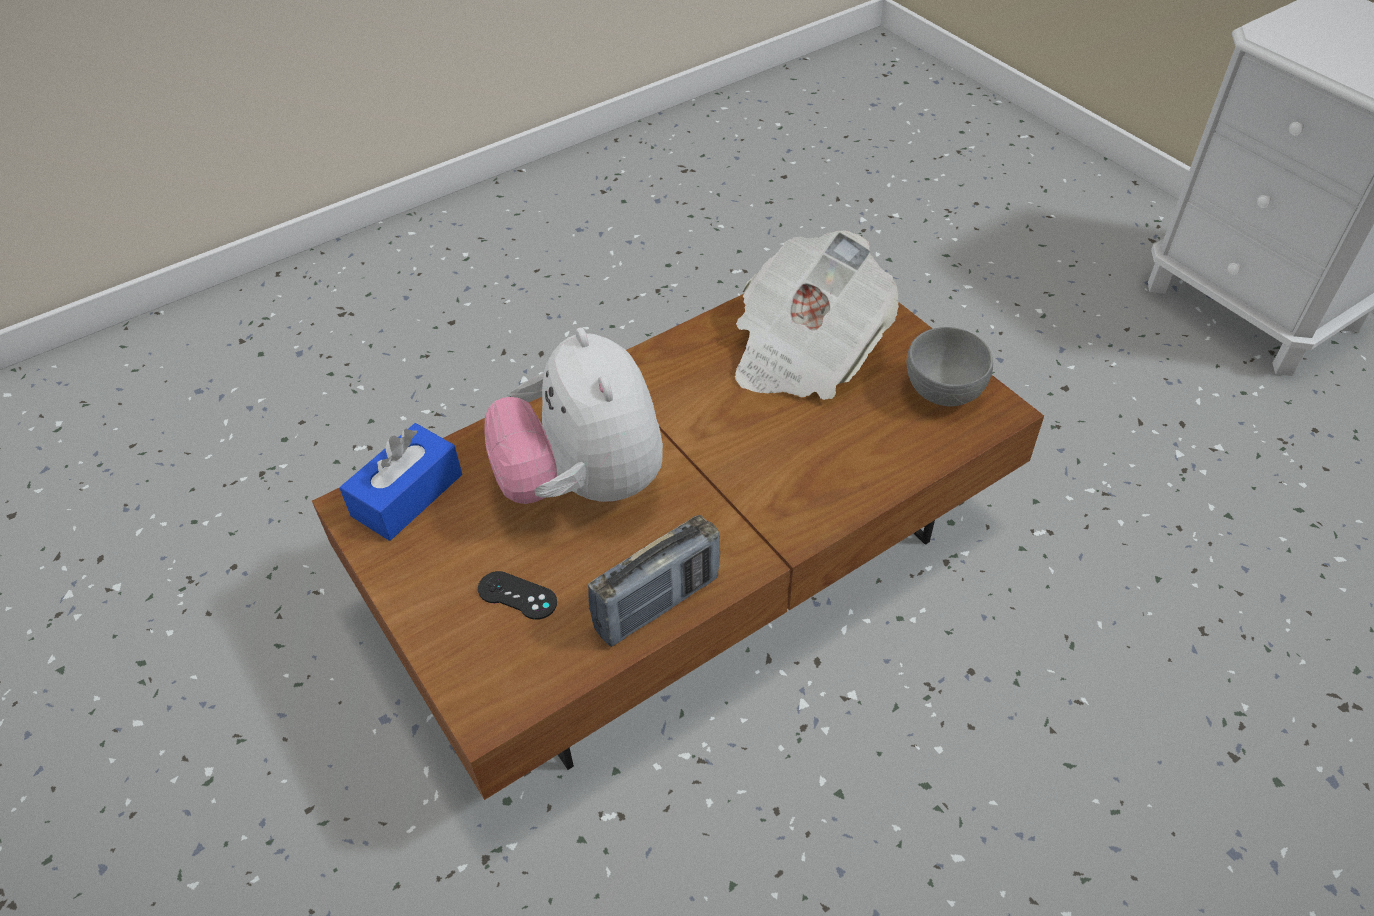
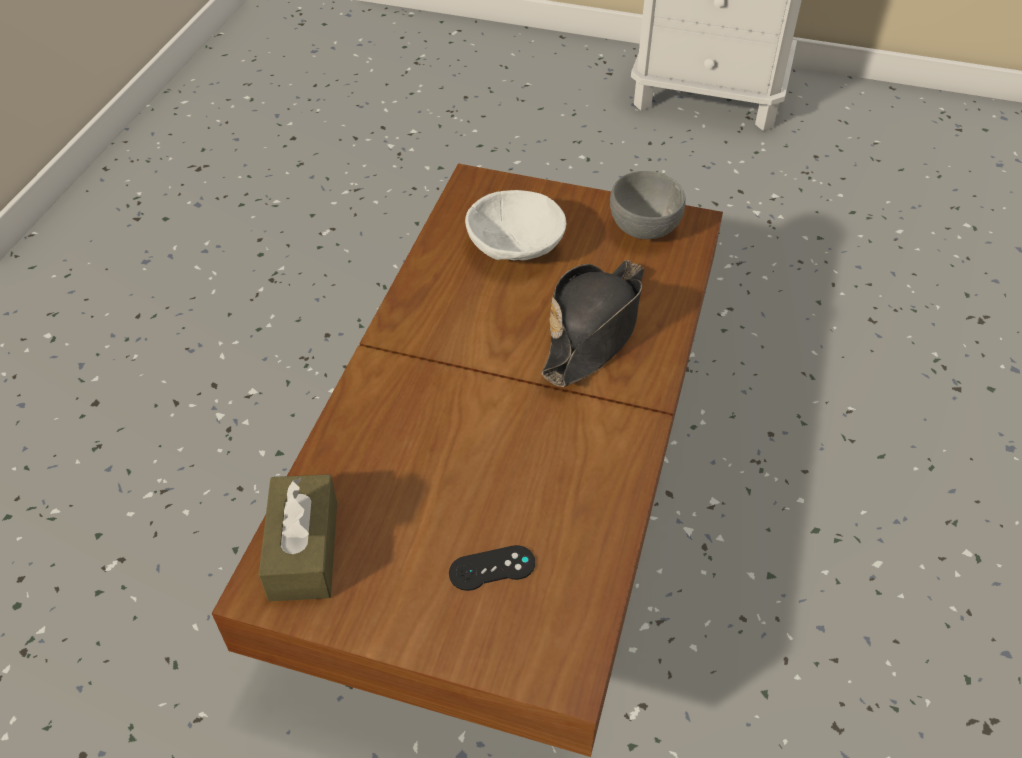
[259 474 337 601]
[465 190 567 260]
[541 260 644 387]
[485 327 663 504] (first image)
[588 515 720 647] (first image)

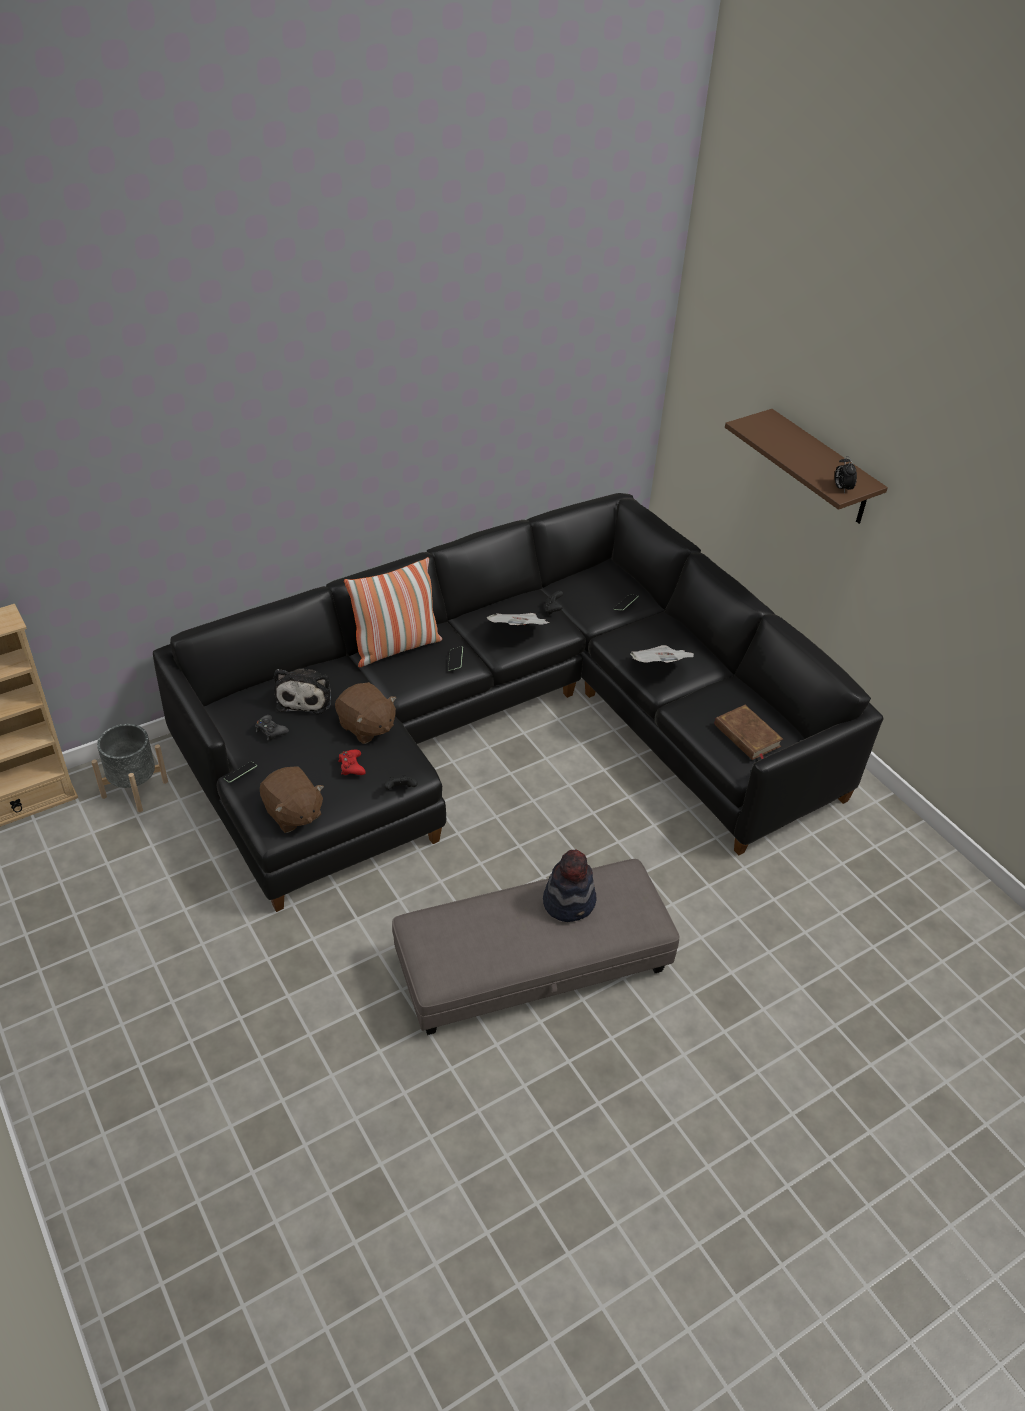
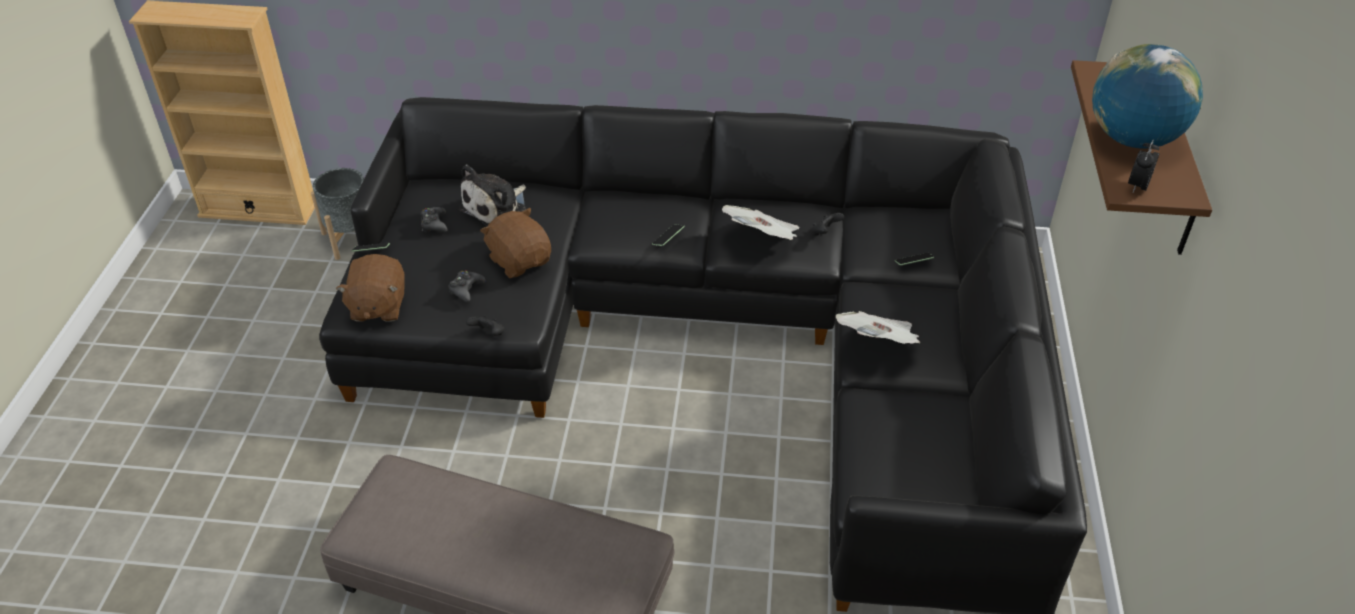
[448 270 486 302]
[480 208 551 278]
[1092 44 1203 149]
[344 557 442 667] (first image)
[543 850 597 922] (first image)
[714 705 783 760] (first image)

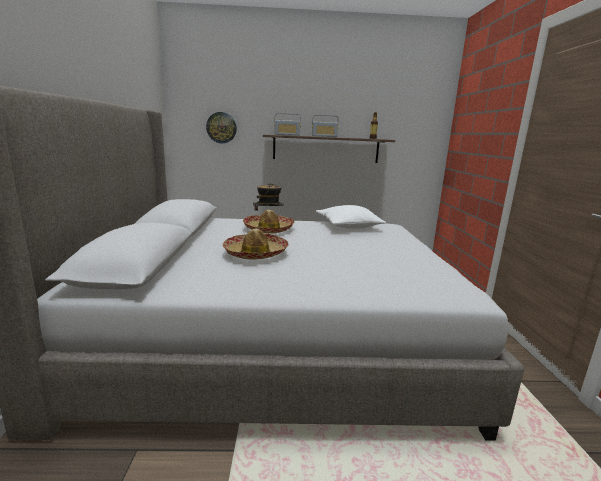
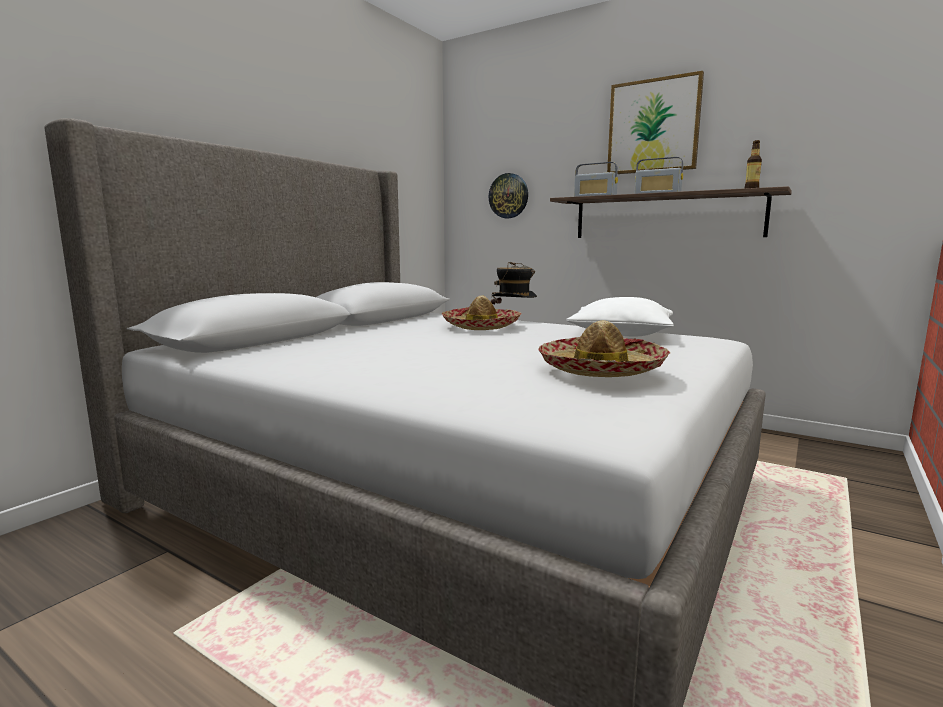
[538 320 671 377]
[607 71 704 174]

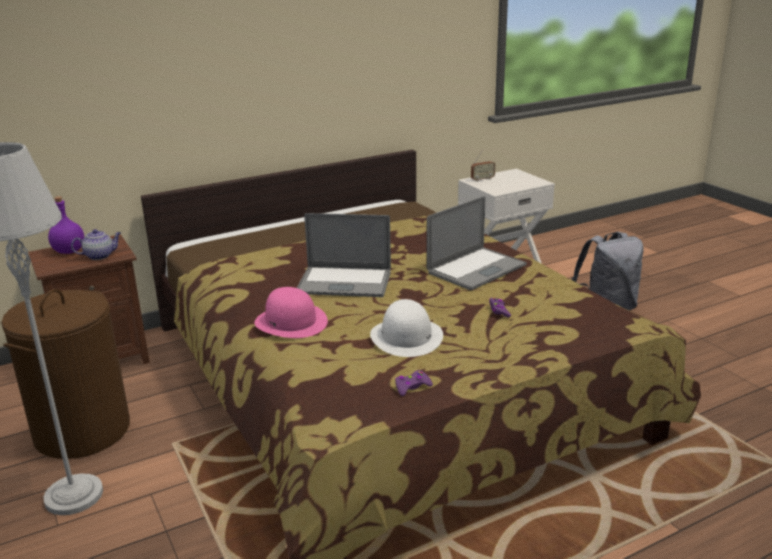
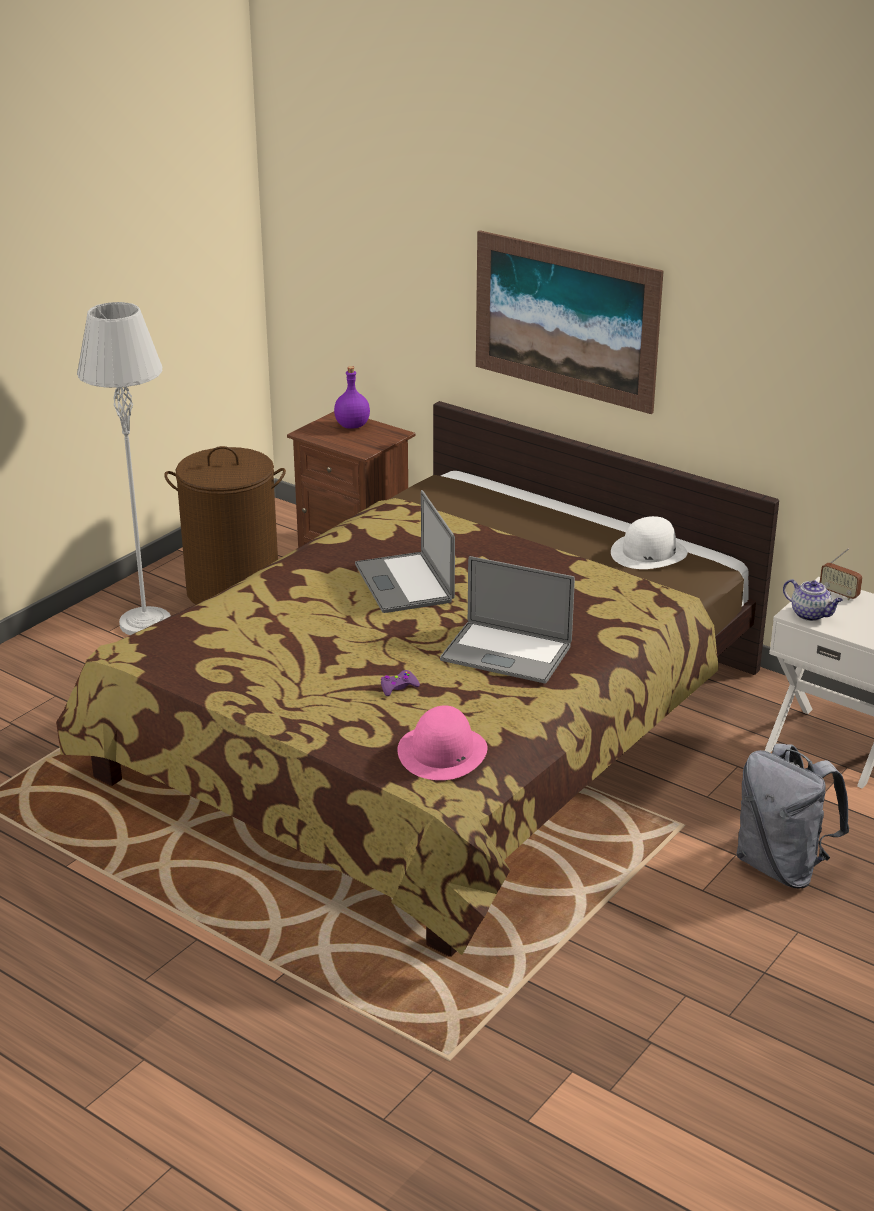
[398 705 488 780]
[476 230 664 414]
[611 516 687 569]
[783 579 843 621]
[395 370 433 396] (first image)

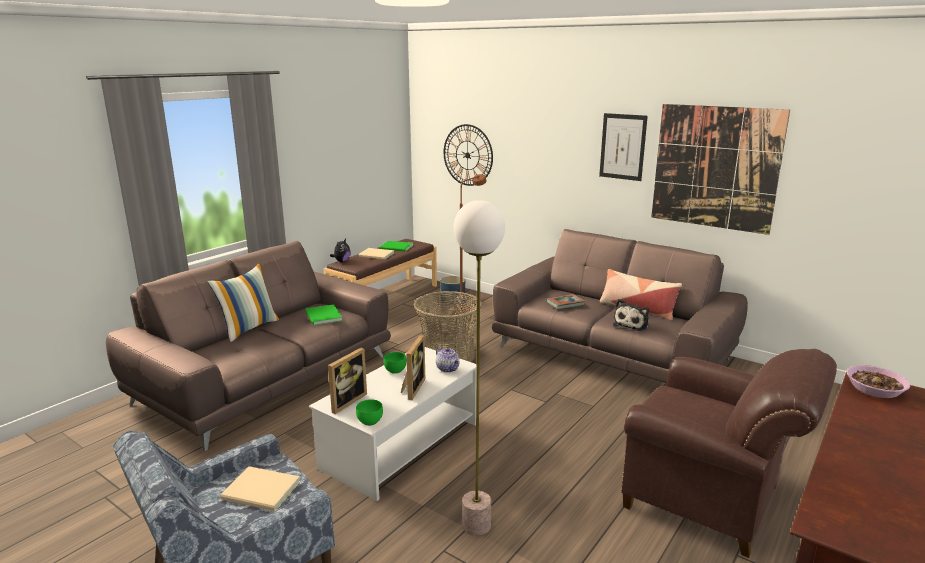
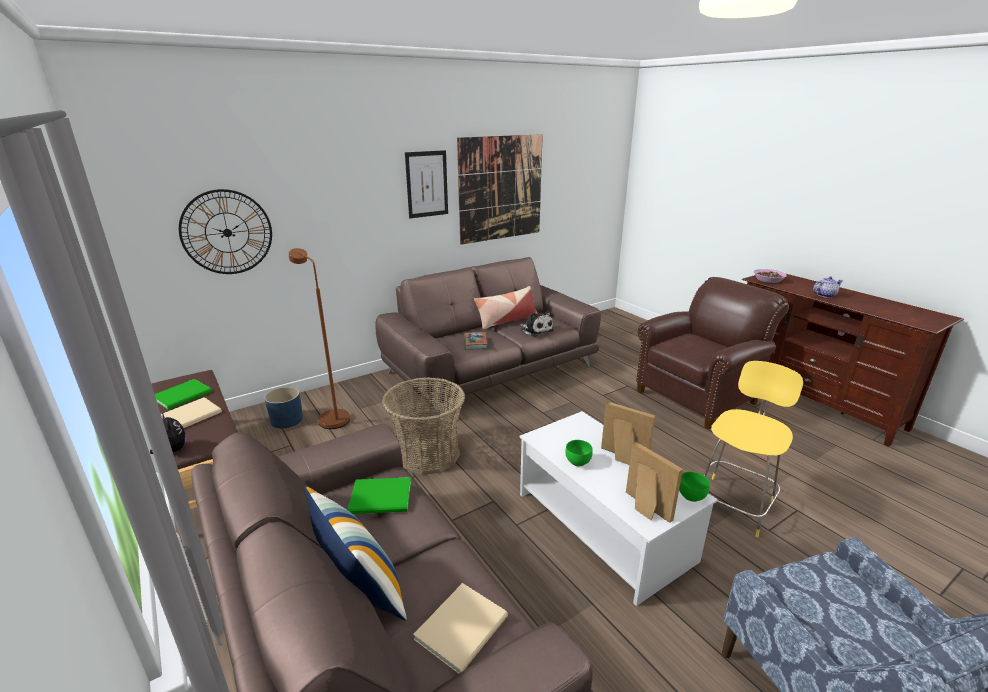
[413 583 508 674]
[704 361 803 537]
[813 276 843 298]

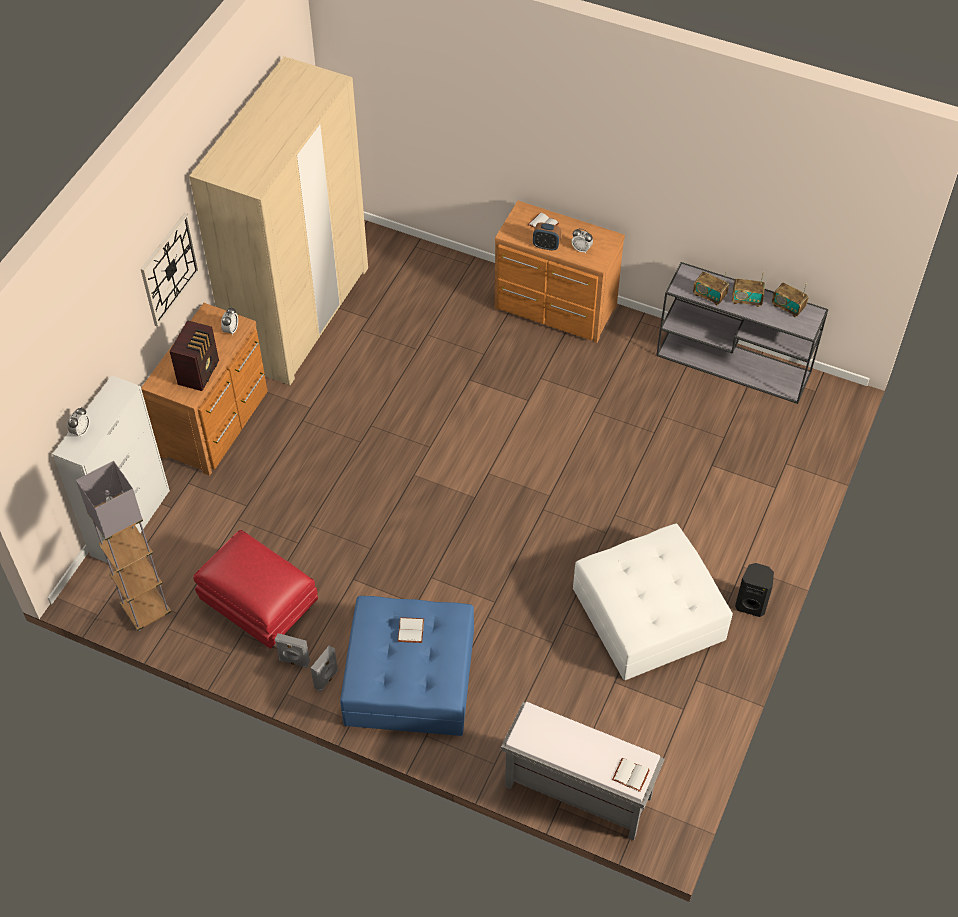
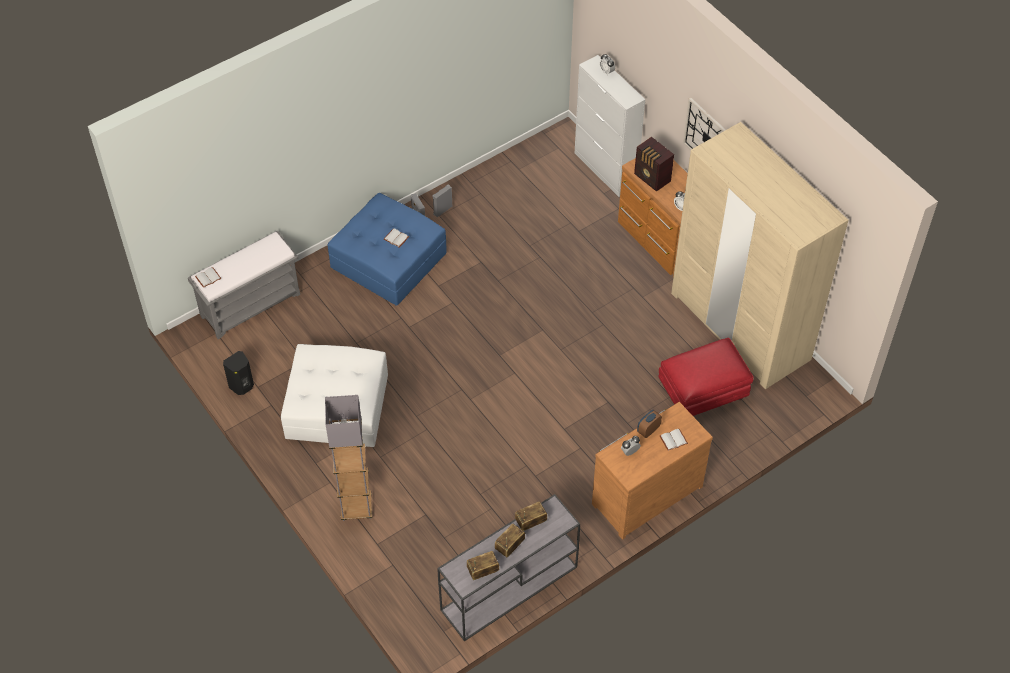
[223 351 254 395]
[325 395 372 521]
[659 338 754 416]

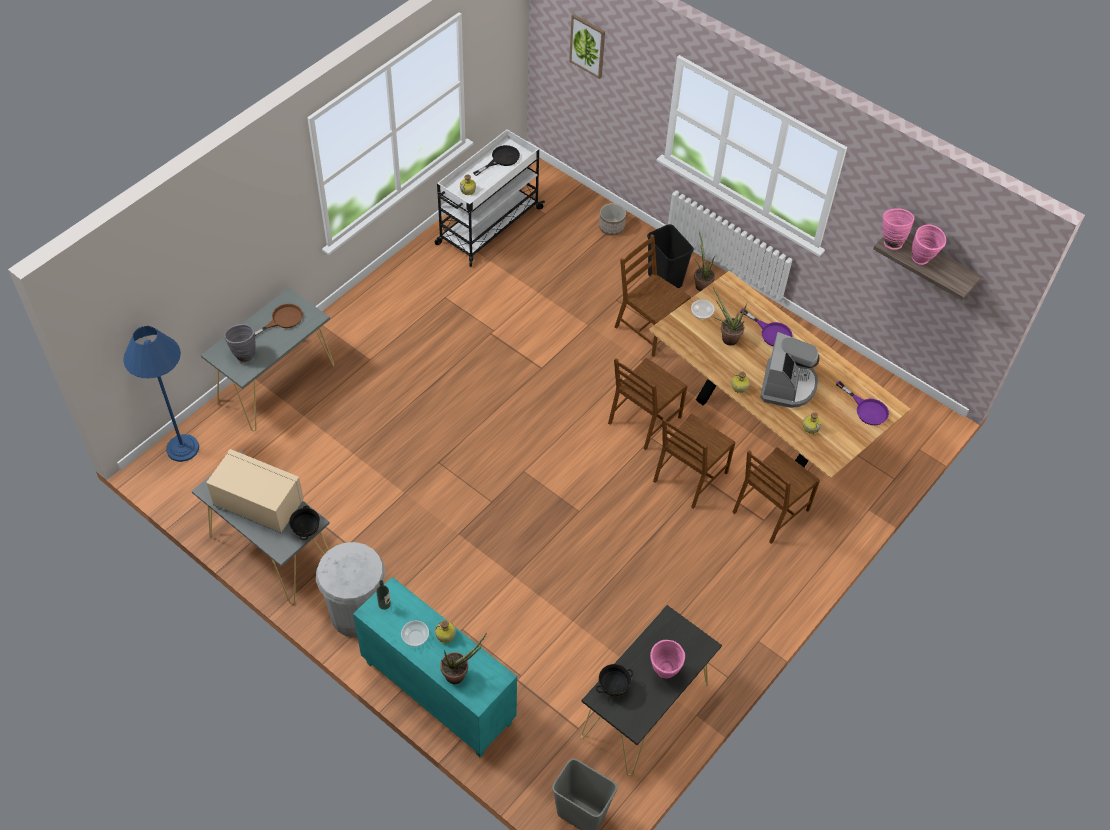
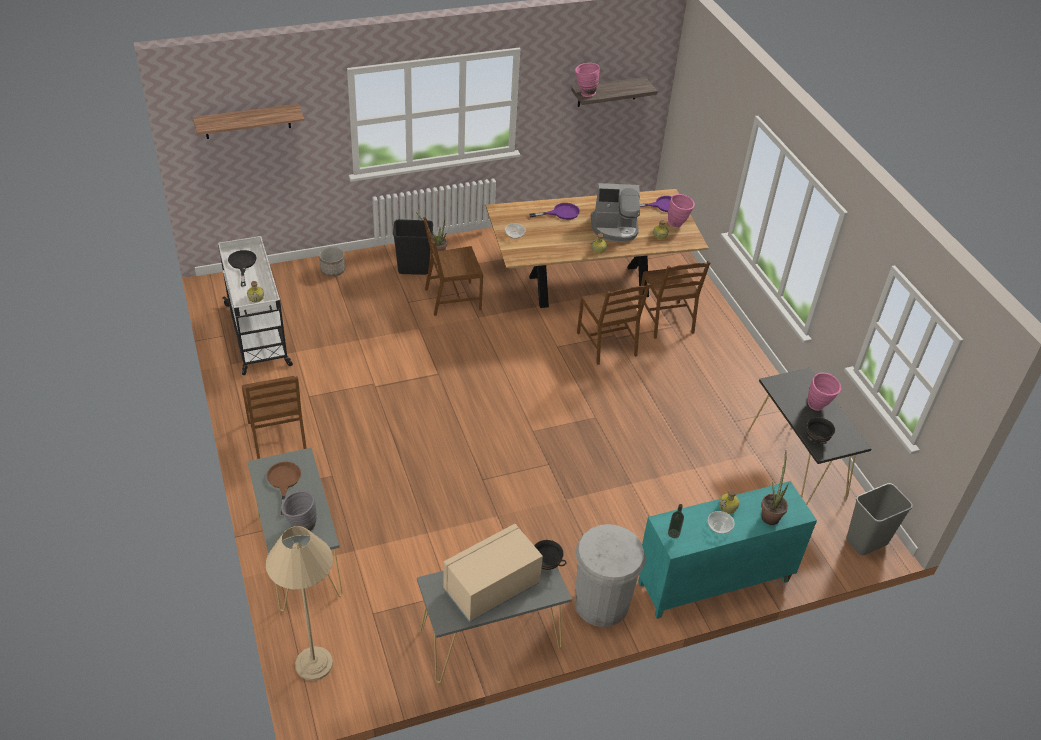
[193 104 304 139]
[242 376 307 459]
[266 526 333 681]
[591 183 640 242]
[668 194 695 228]
[713 288 747 345] (first image)

